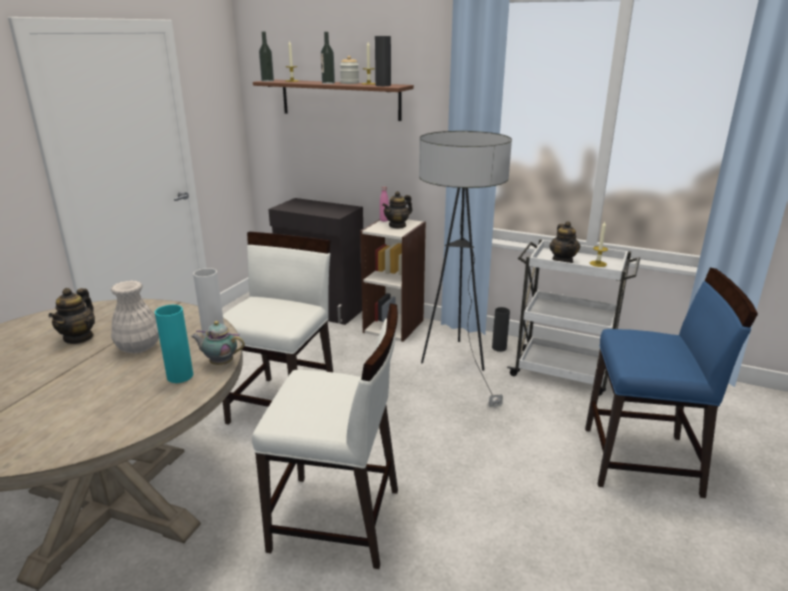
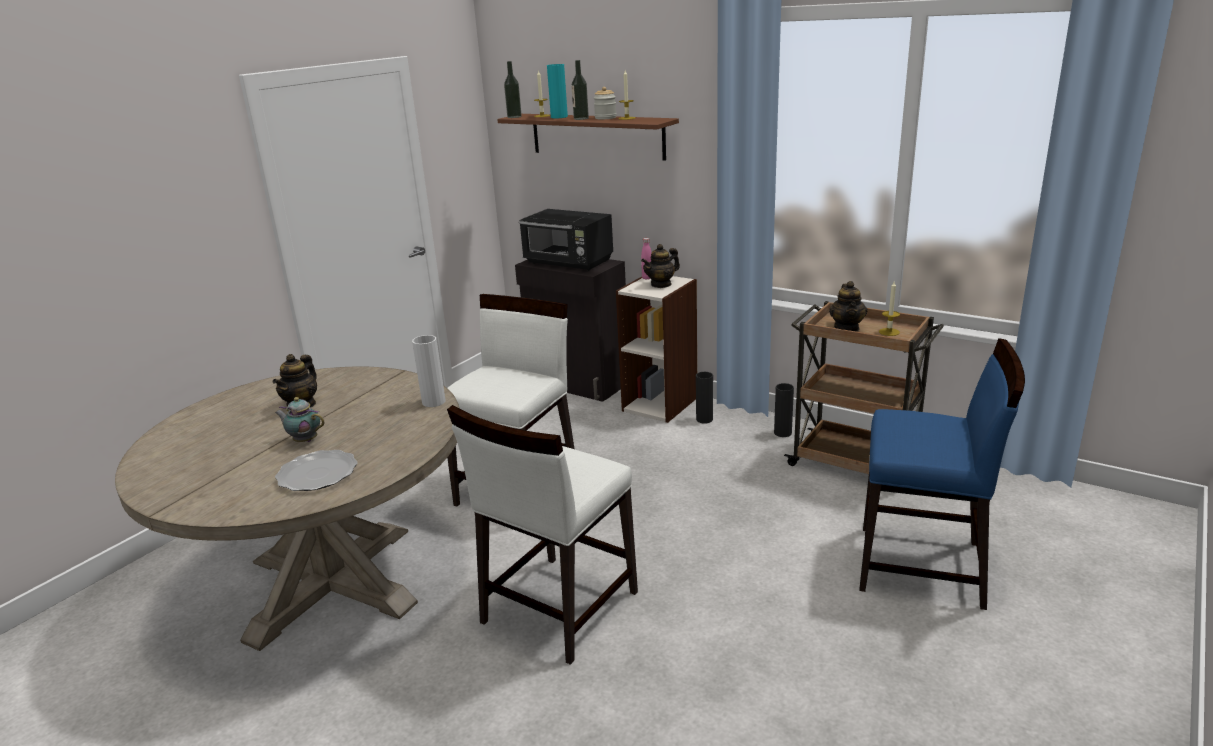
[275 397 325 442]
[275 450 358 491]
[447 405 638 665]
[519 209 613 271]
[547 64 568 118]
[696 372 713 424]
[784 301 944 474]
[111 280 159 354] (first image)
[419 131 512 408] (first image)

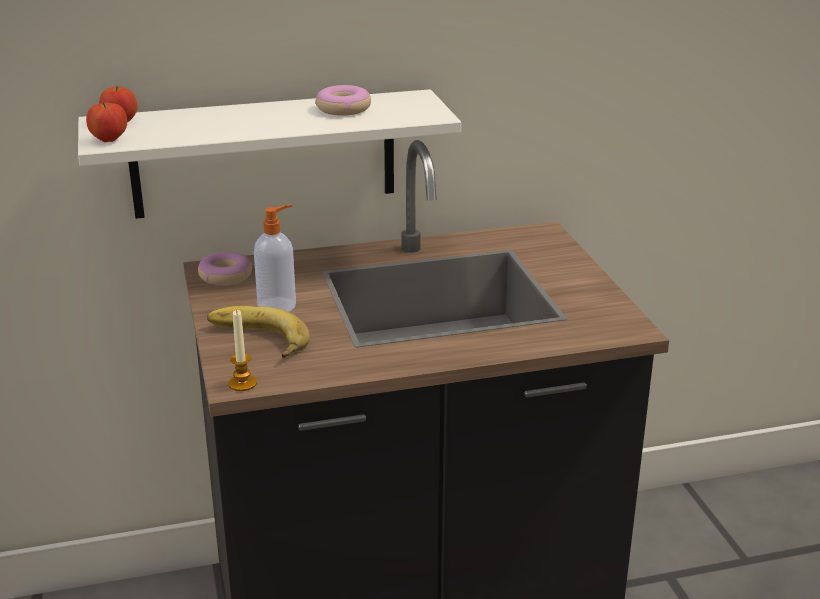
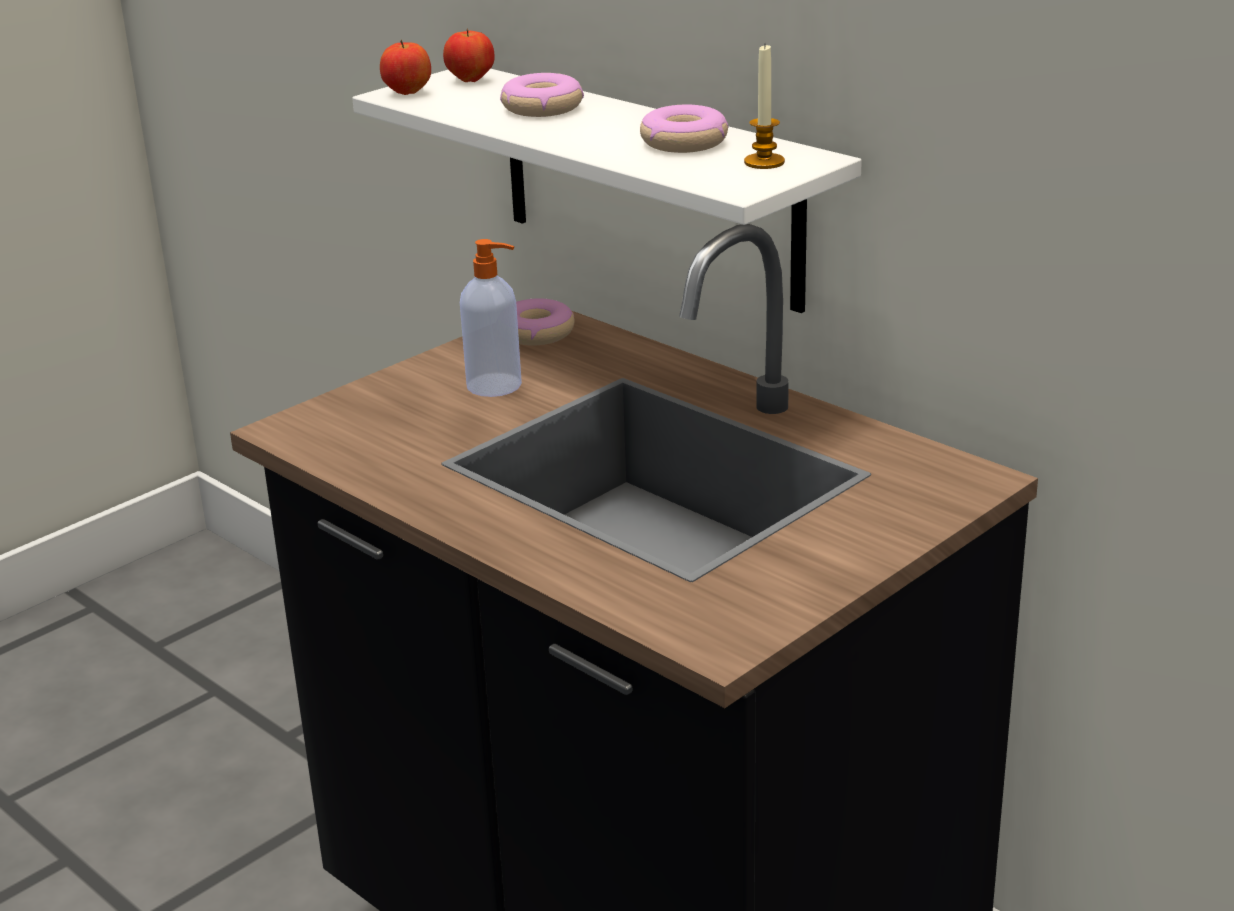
[500 73 584 117]
[744 45 785 169]
[207 306 310 358] (first image)

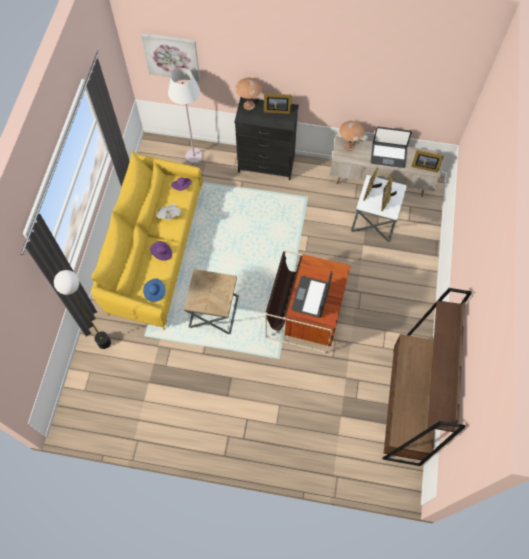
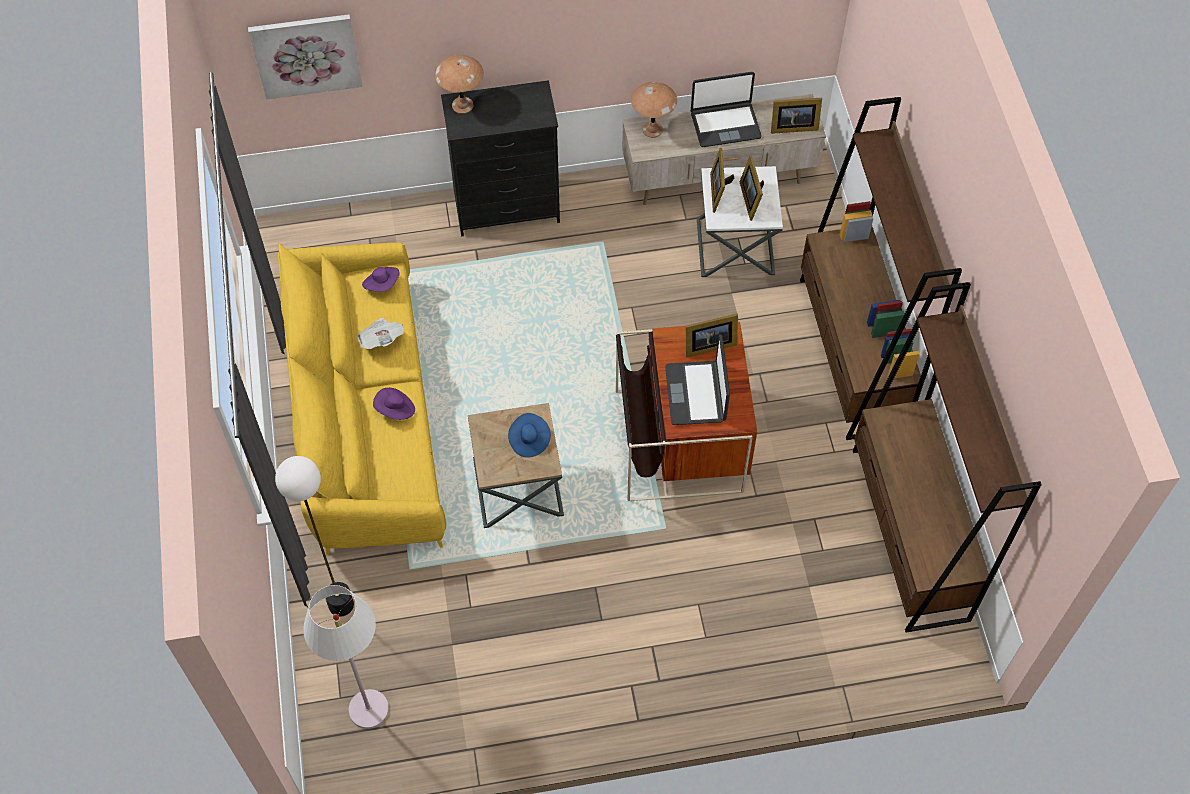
[303 585 389 729]
[508 413 551 458]
[686 313 738 357]
[800 97 962 440]

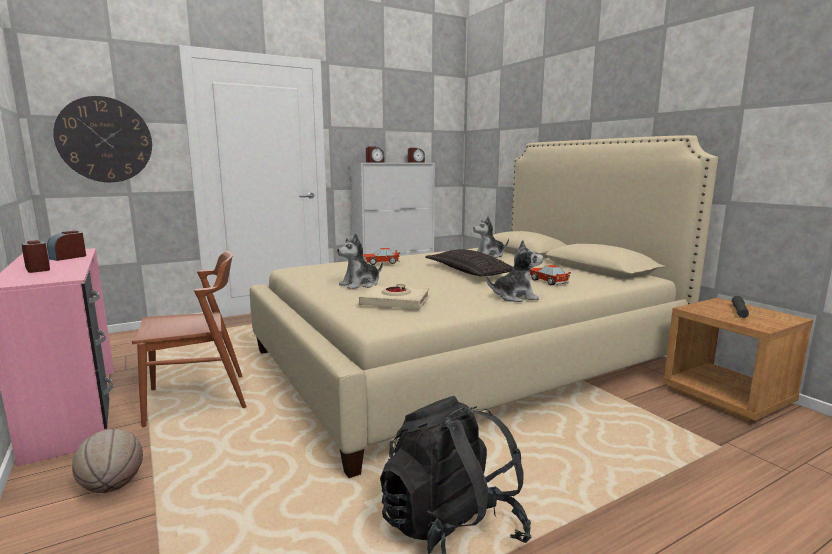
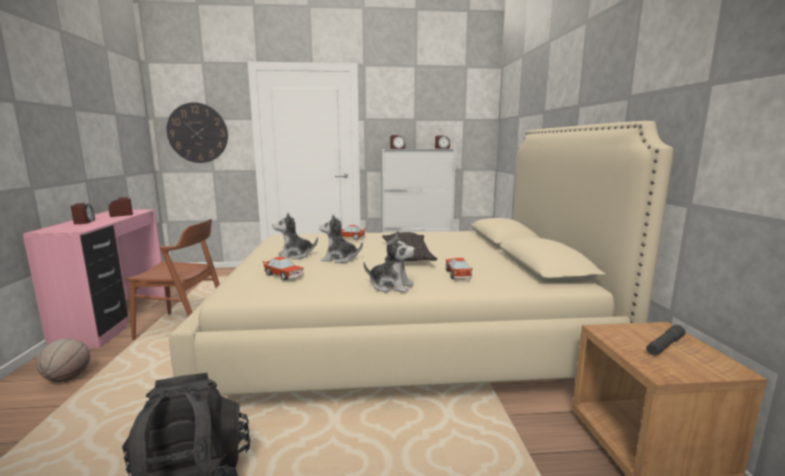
[263 256 304 280]
[319 215 363 263]

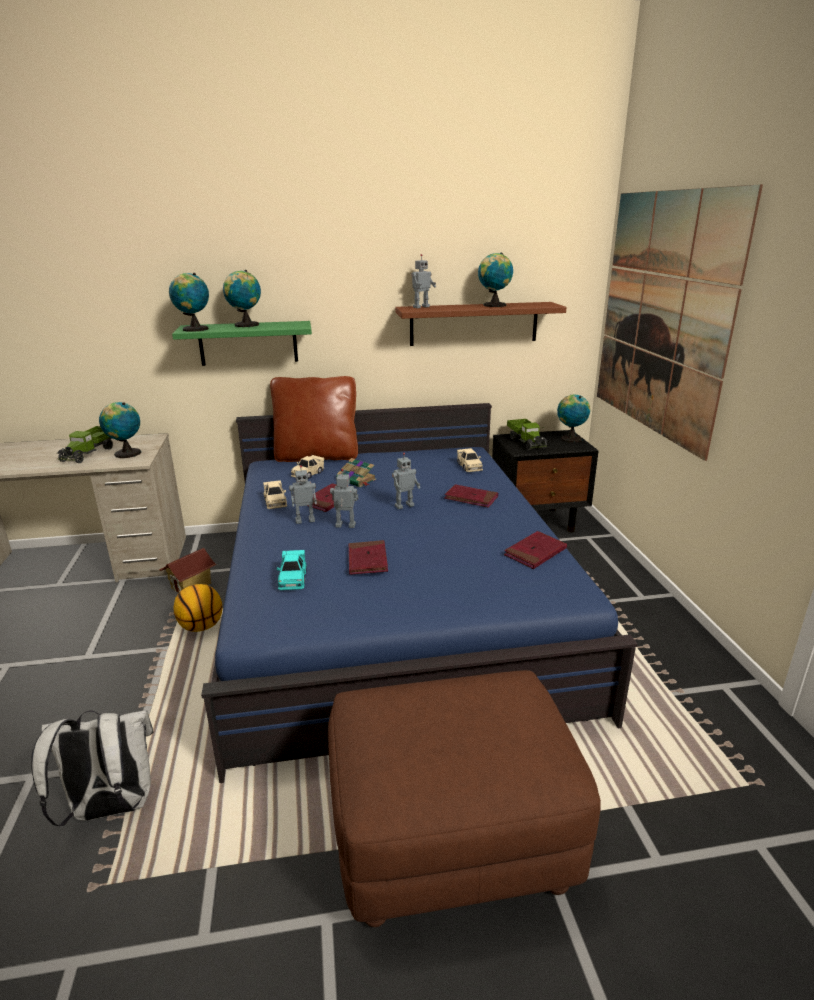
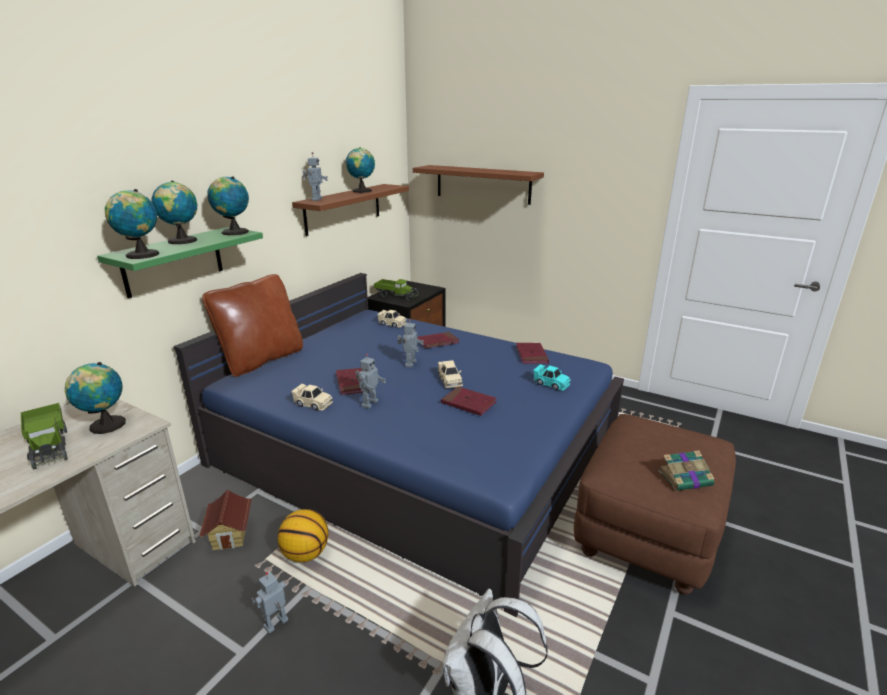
[207 176 249 235]
[251 572 288 633]
[413 165 544 205]
[438 360 463 388]
[533 364 571 391]
[658 450 717 491]

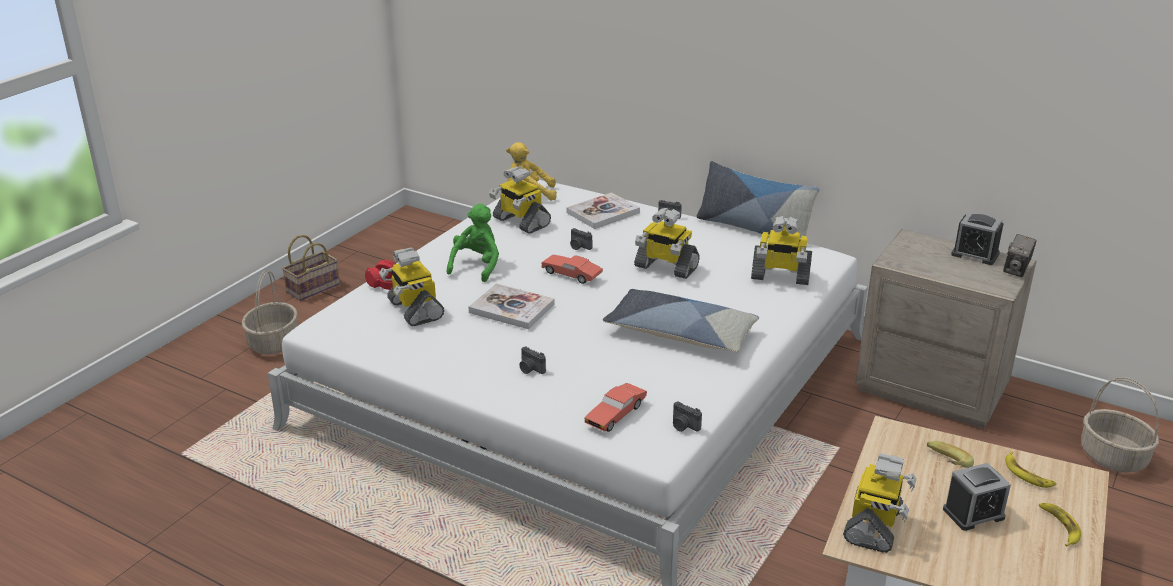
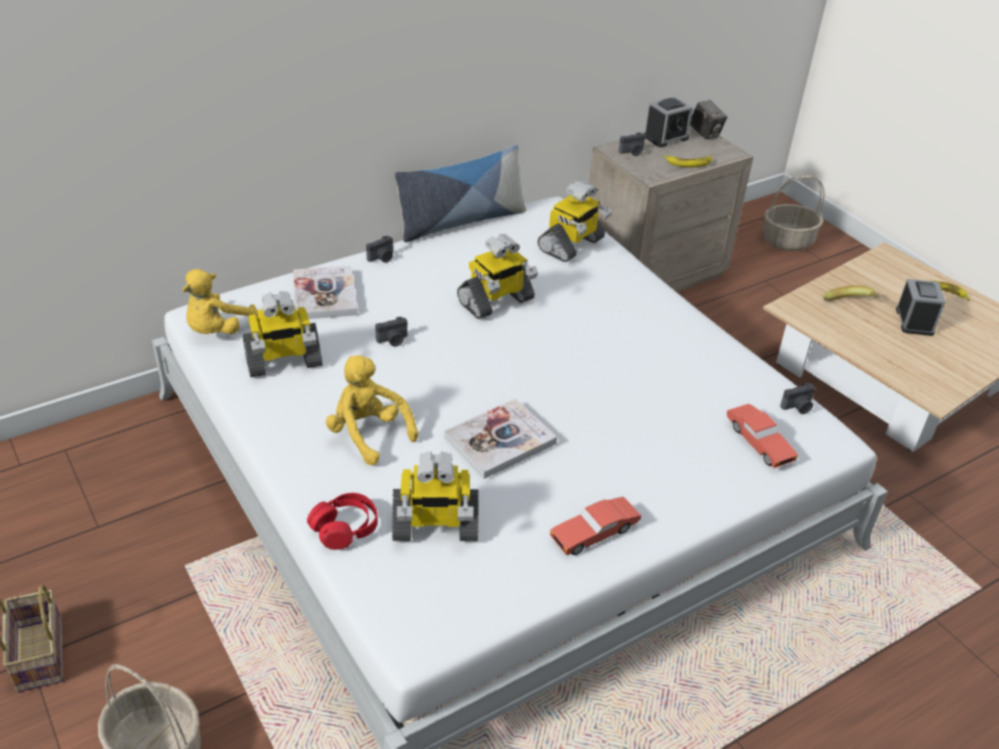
[326 355 418 465]
[550 497 641 555]
[619 132 645 156]
[664 155 713 167]
[603 289 759 352] (first image)
[843 453 917 553] (first image)

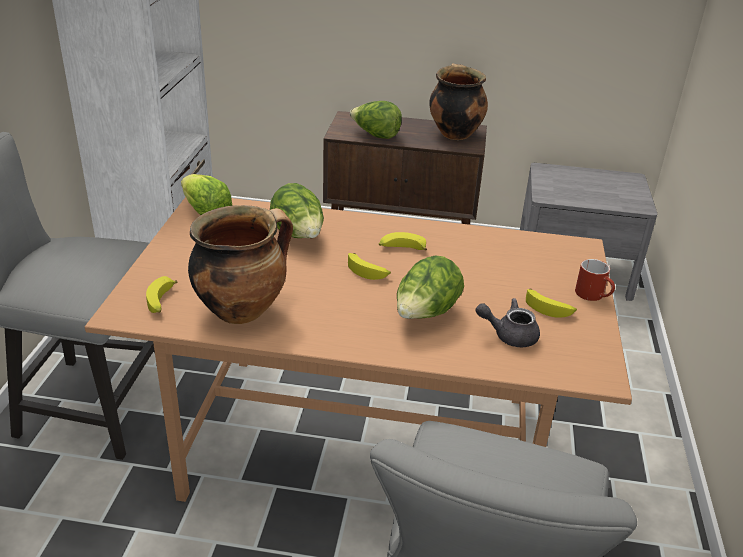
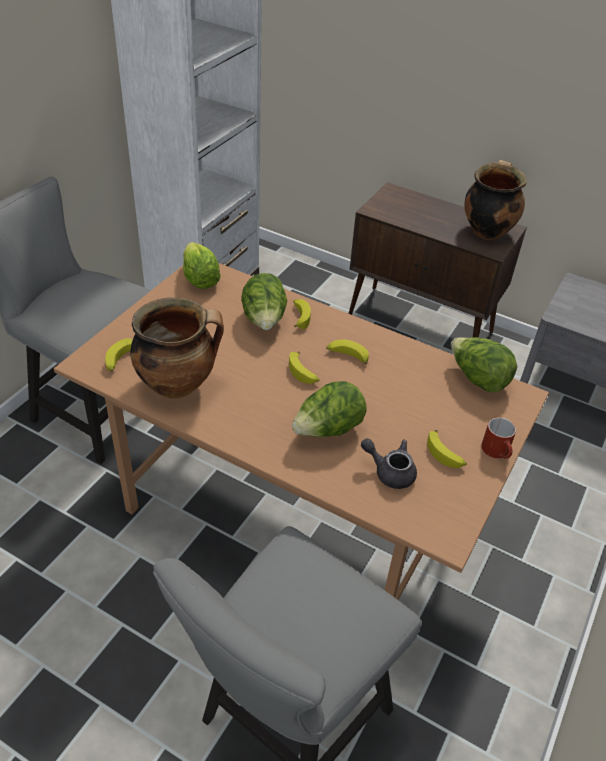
[293 299 311 329]
[451 337 517 392]

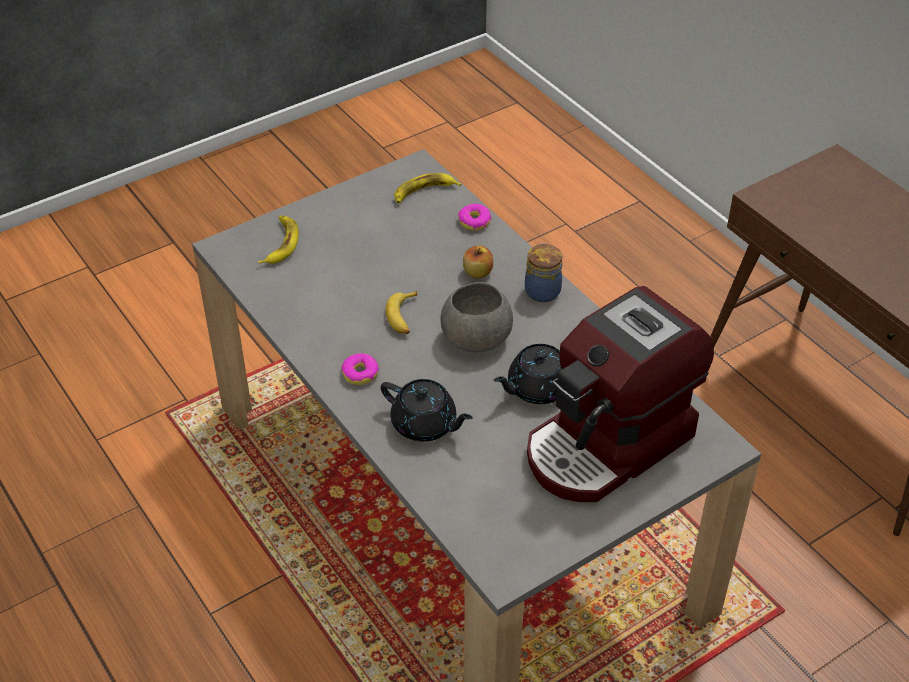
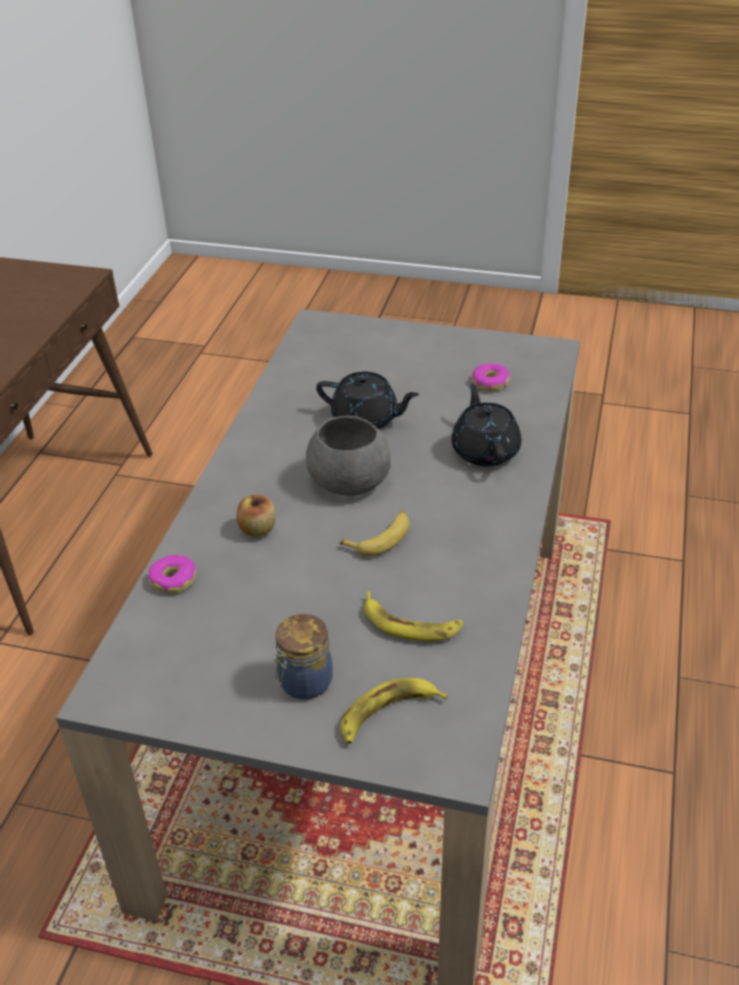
[274 614 333 699]
[364 592 464 641]
[472 363 510 391]
[527 286 714 502] (first image)

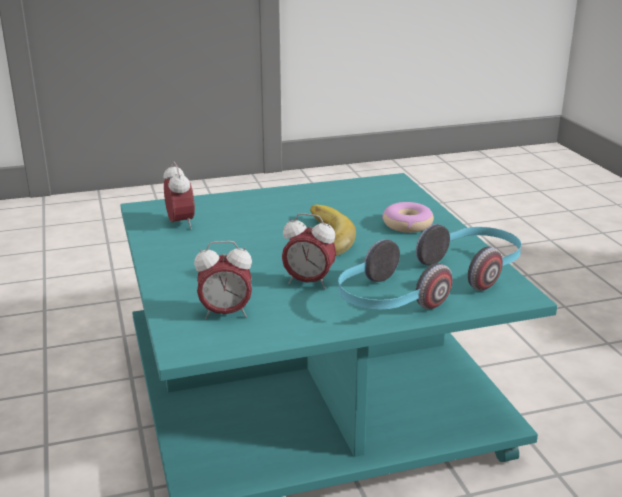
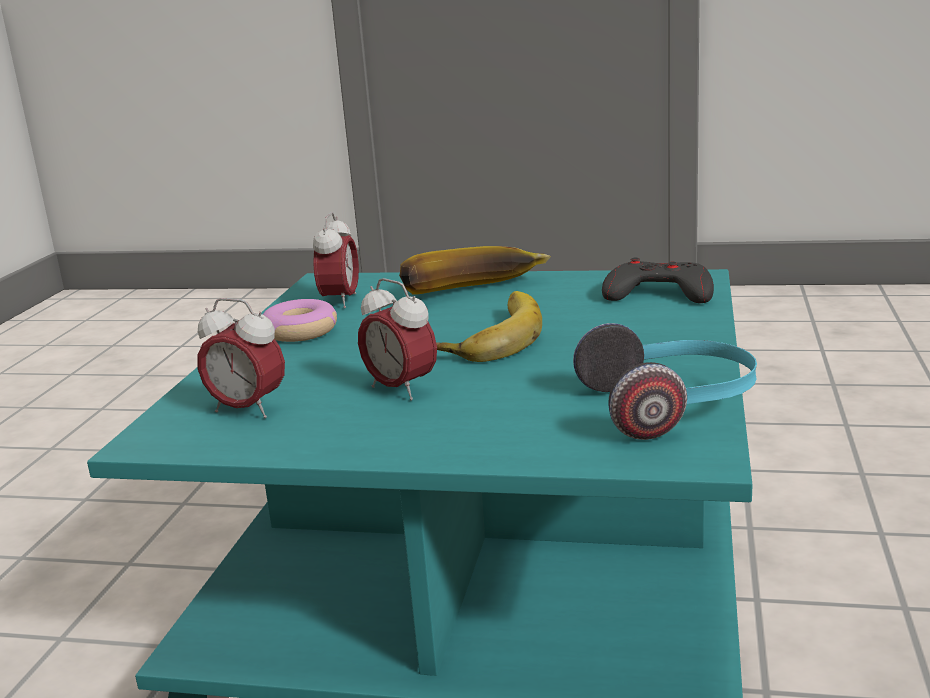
[263 299 337 342]
[399 246 551 295]
[602 258 714 303]
[338 239 453 310] (first image)

